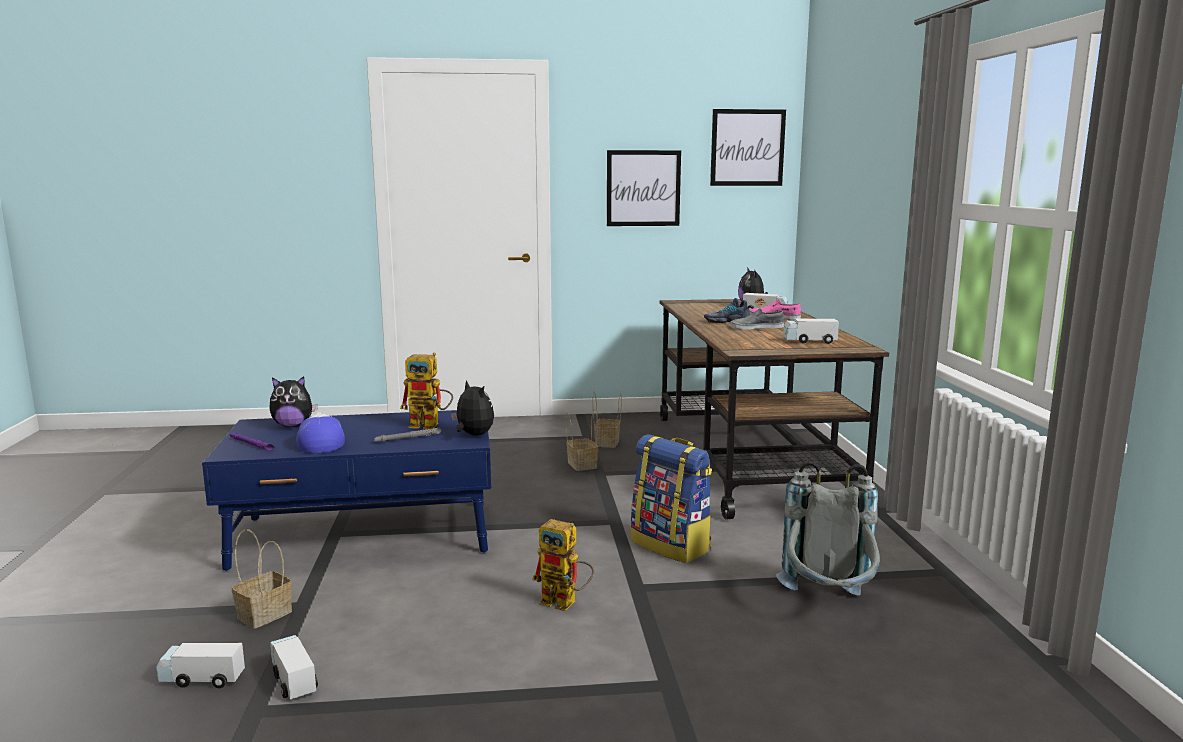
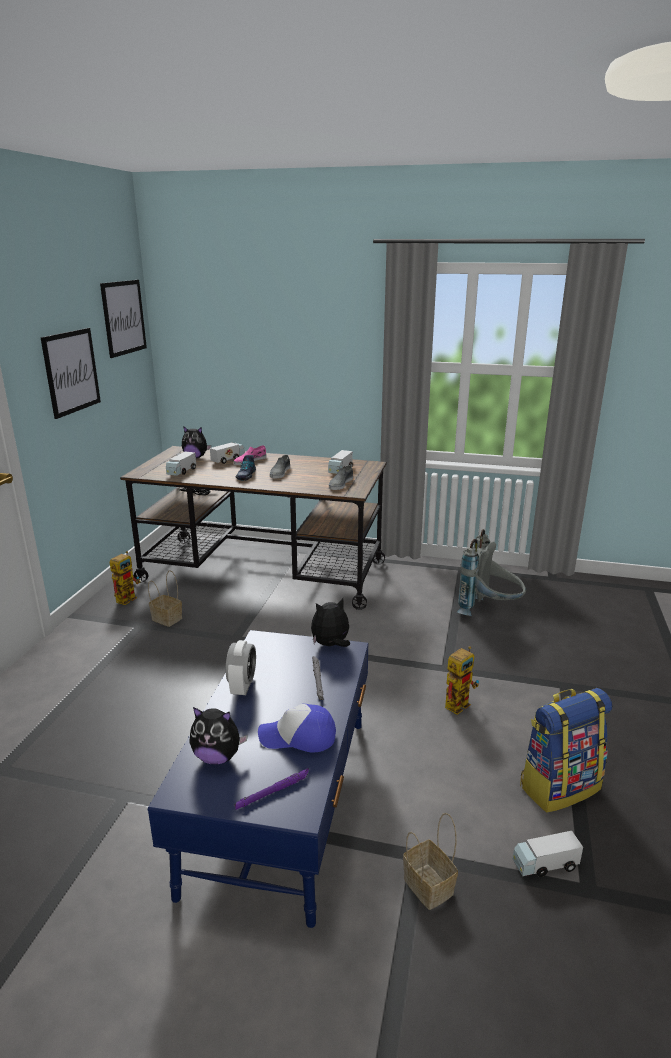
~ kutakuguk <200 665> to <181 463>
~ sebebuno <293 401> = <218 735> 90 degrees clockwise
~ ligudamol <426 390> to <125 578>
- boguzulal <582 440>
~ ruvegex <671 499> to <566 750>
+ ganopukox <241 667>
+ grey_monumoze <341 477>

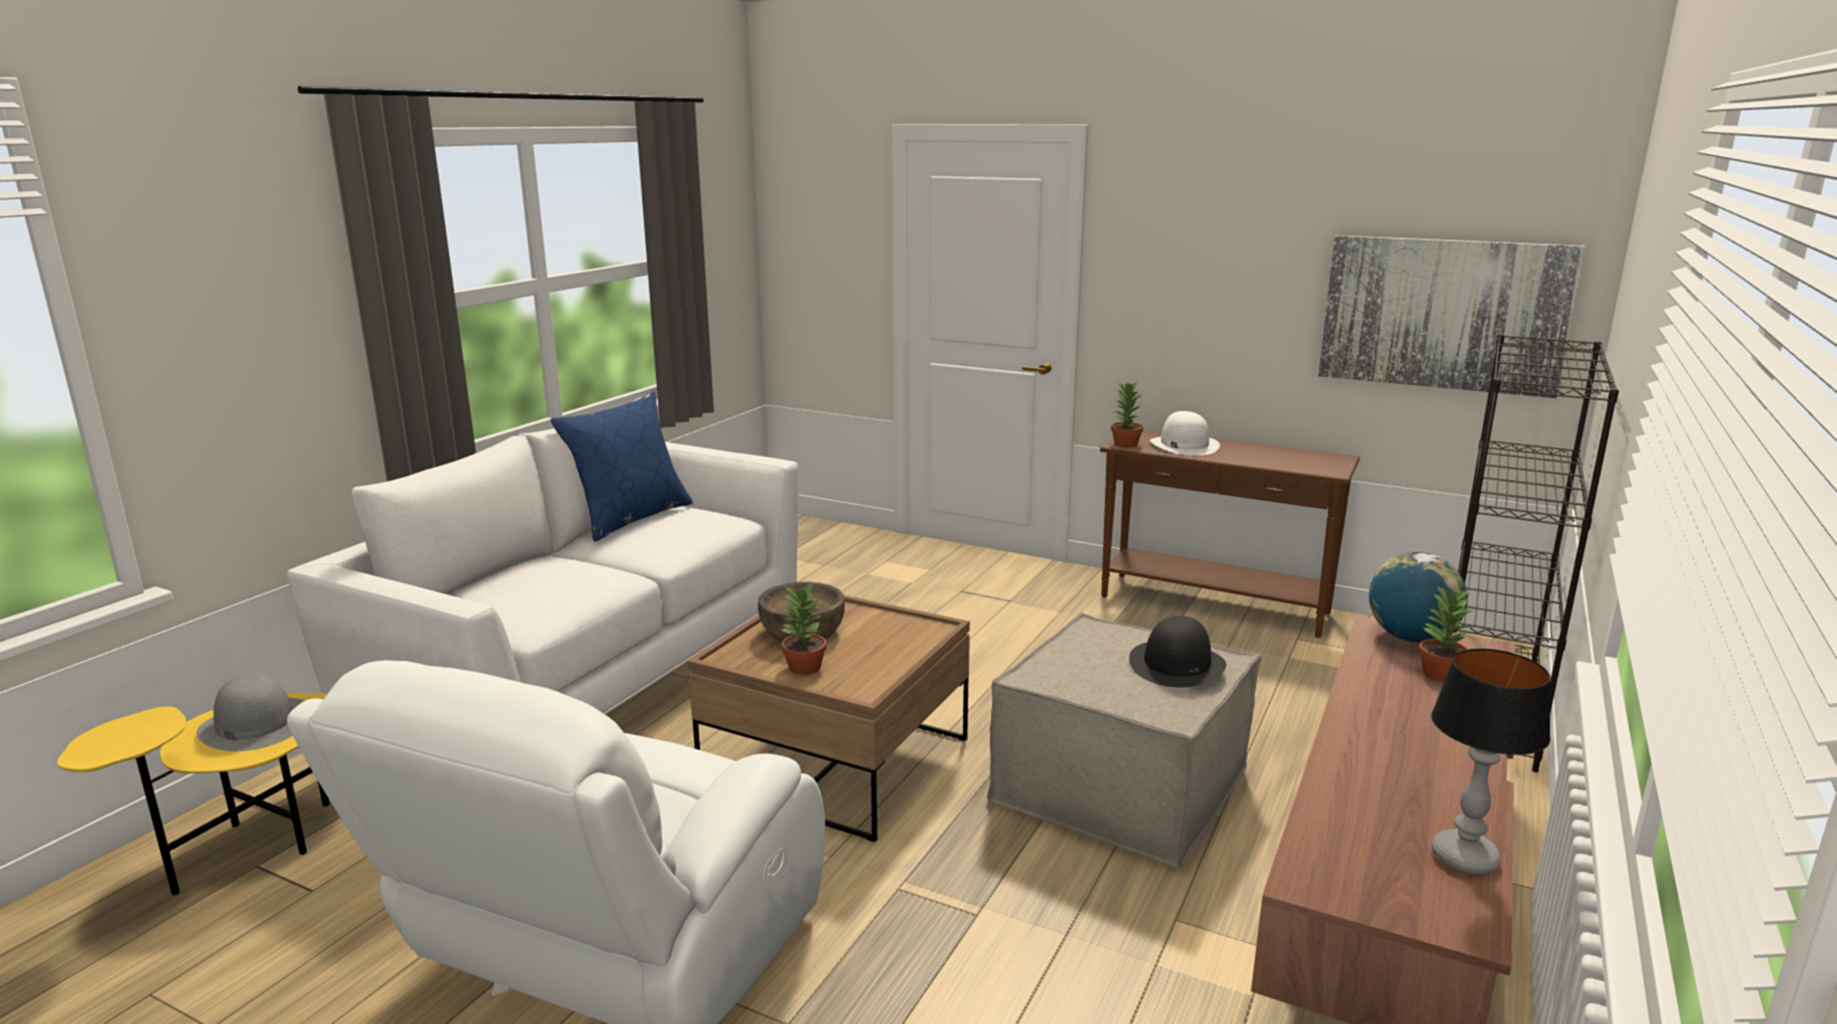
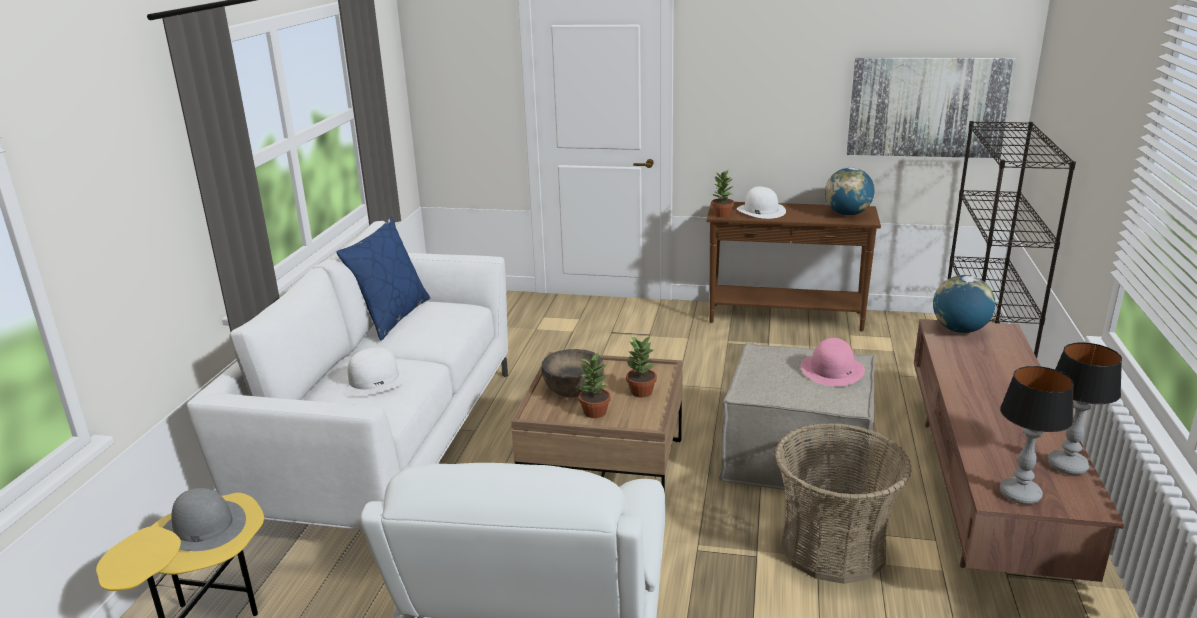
~ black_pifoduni <1177 651> to pink_pifoduni <833 362>
~ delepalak <1447 633> to <641 366>
+ white_pifoduni <374 371>
+ boguzulal <843 503>
+ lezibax <849 191>
+ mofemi <1037 435>

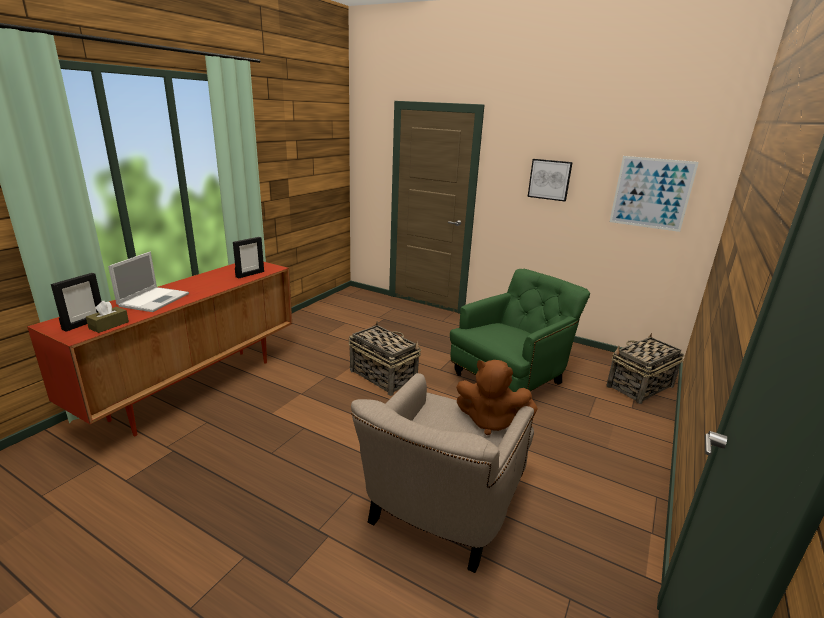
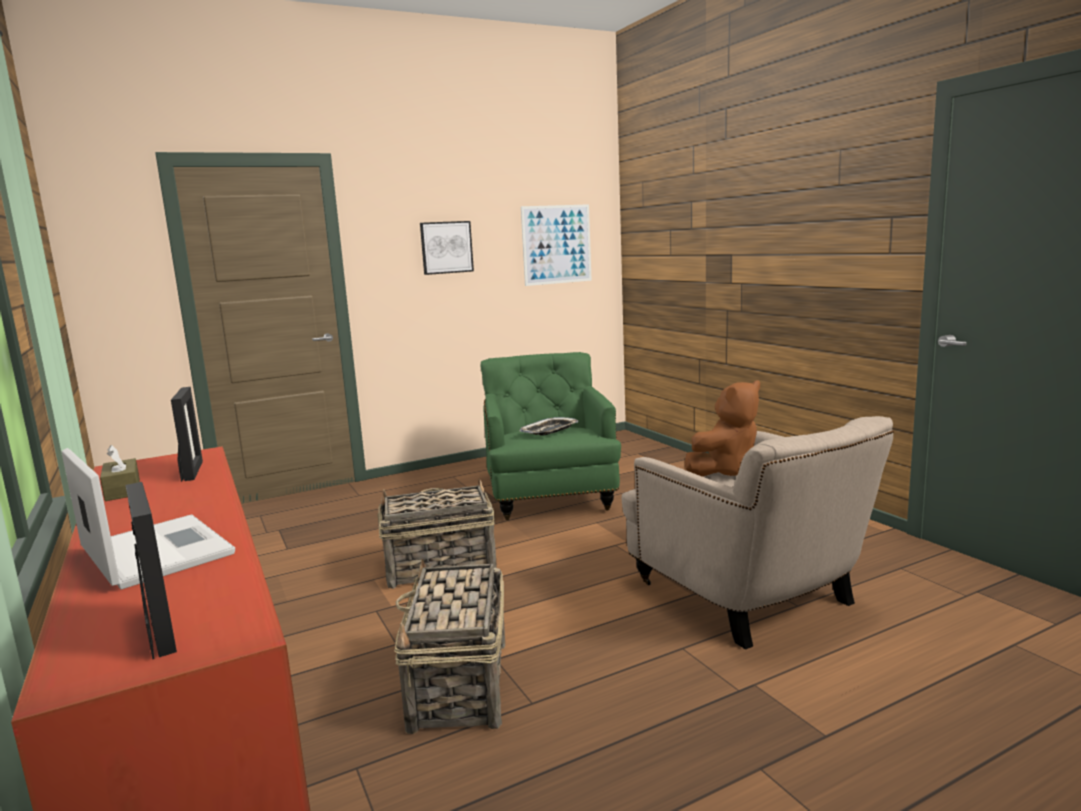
~ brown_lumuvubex <107 317> to <120 473>
~ boguzulal <645 368> to <450 646>
+ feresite <549 426>

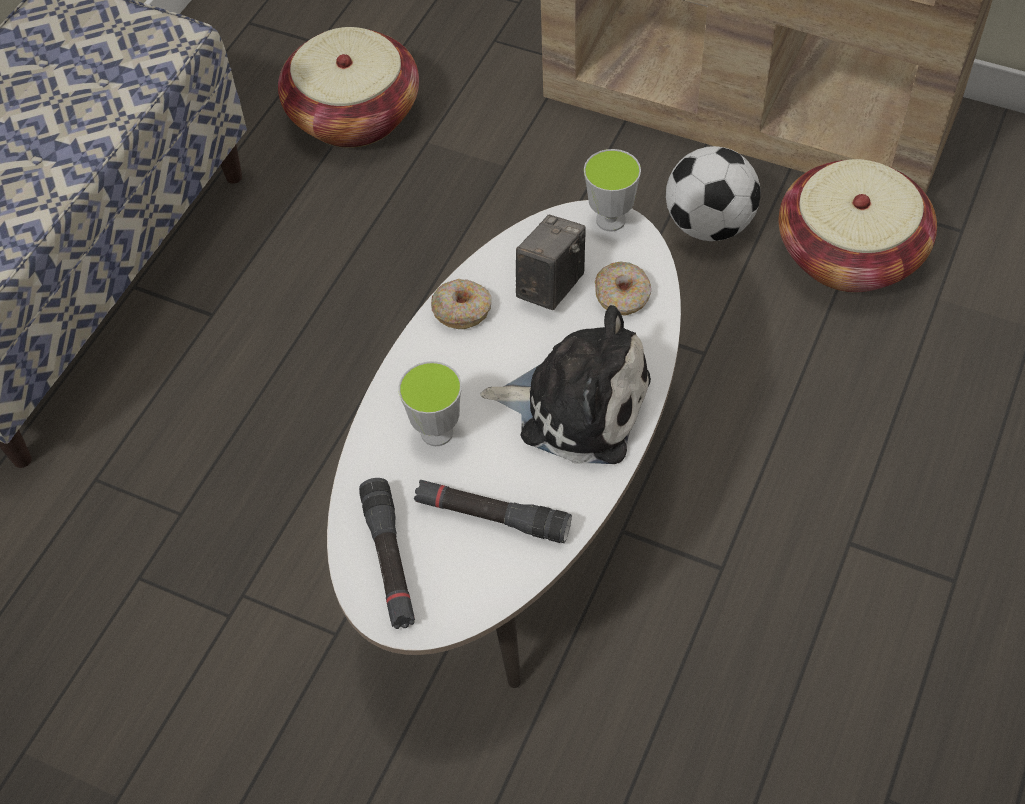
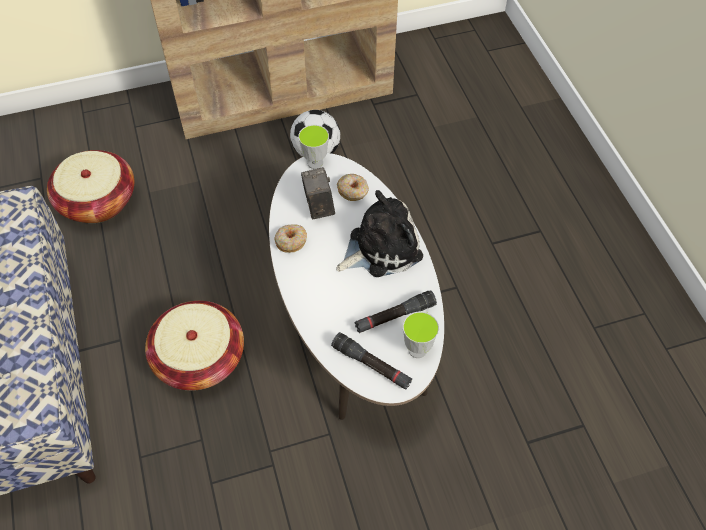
~ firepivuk <430 403> to <421 334>
~ boguzulal <858 225> to <194 346>

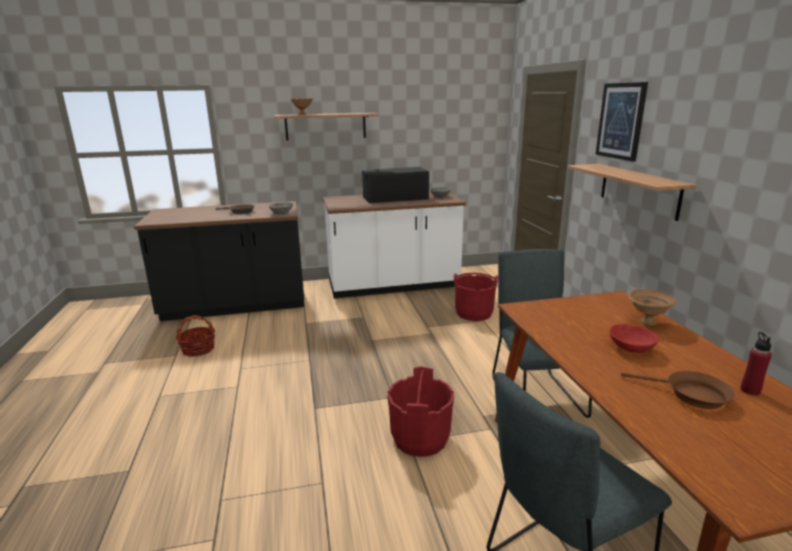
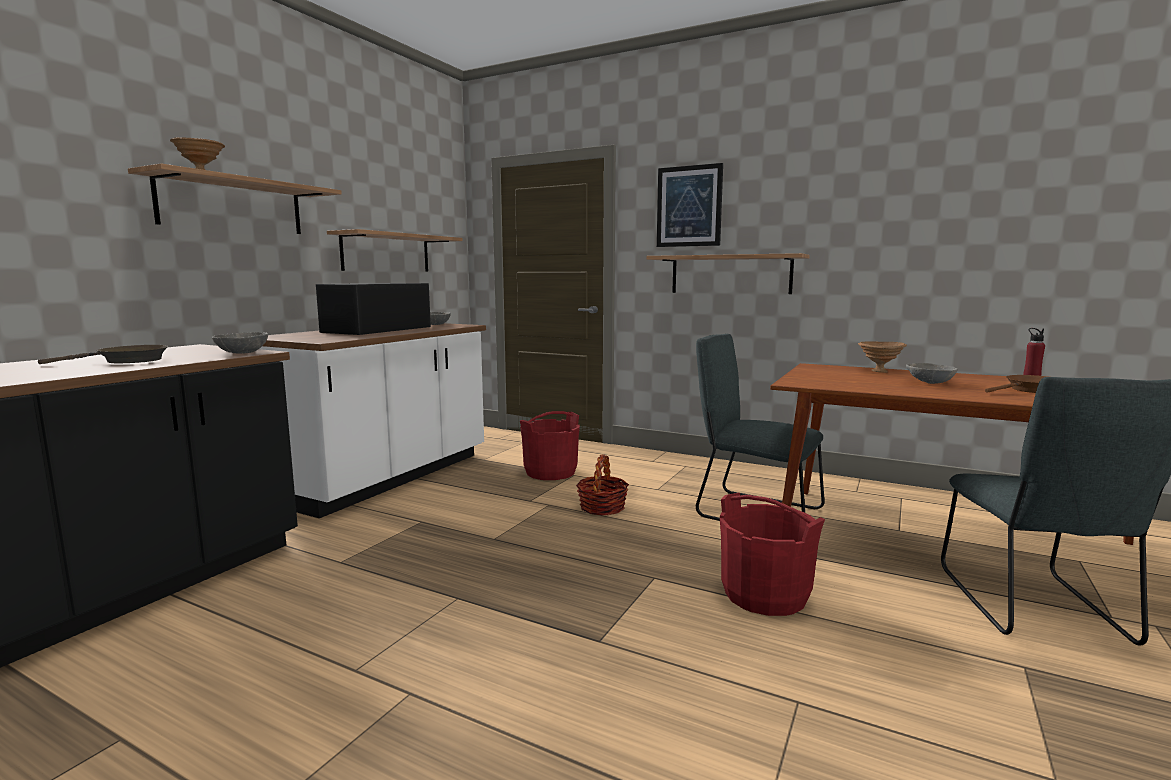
~ boguzulal <195 336> to <602 485>
~ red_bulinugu <634 338> to grey_bulinugu <932 373>
+ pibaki <395 250>

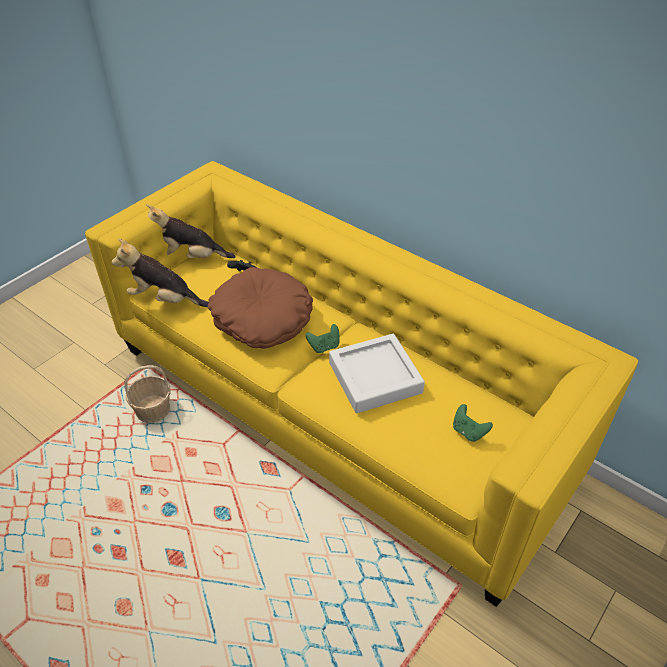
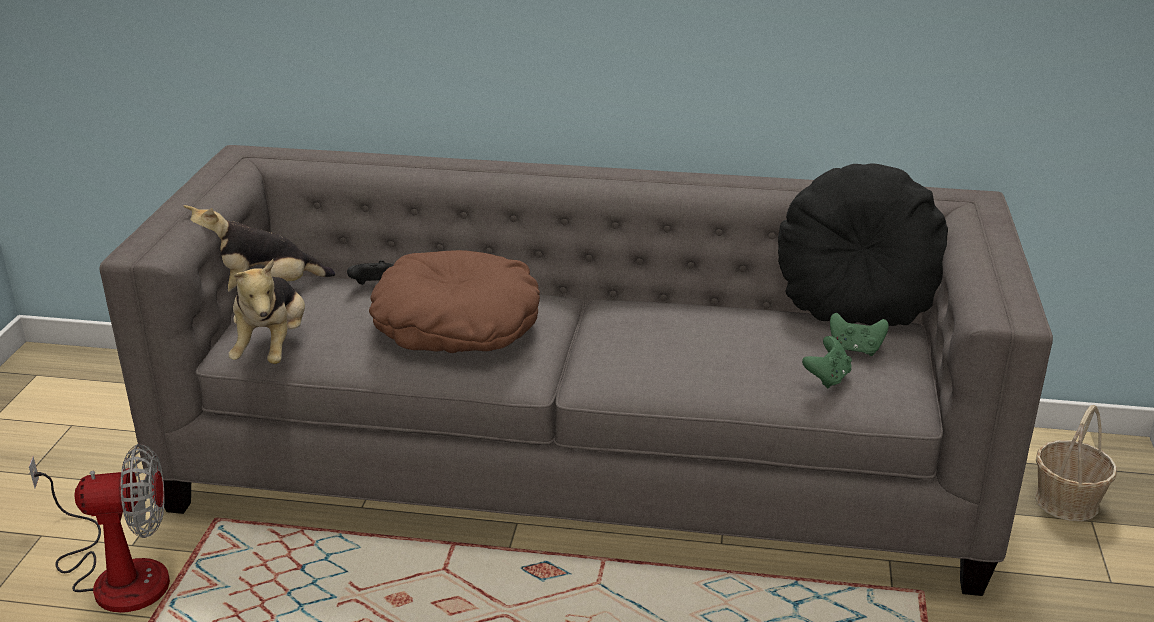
~ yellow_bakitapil <361 384> to grey_bakitapil <576 370>
~ sebebuno <160 272> = <266 311> 75 degrees counterclockwise
~ boguzulal <147 394> to <1076 463>
~ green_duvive <322 338> to <827 362>
- grey_feresite <377 373>
+ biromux <99 528>
+ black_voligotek <863 244>

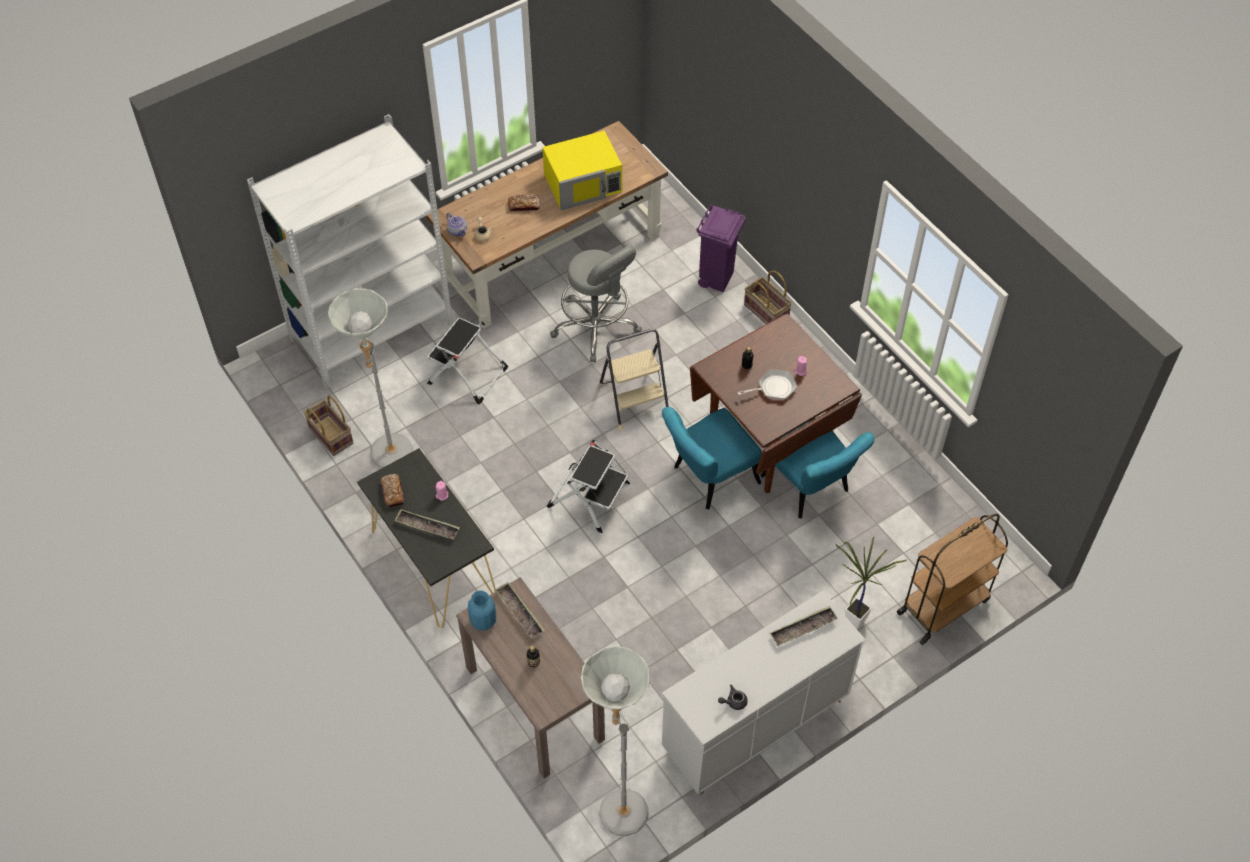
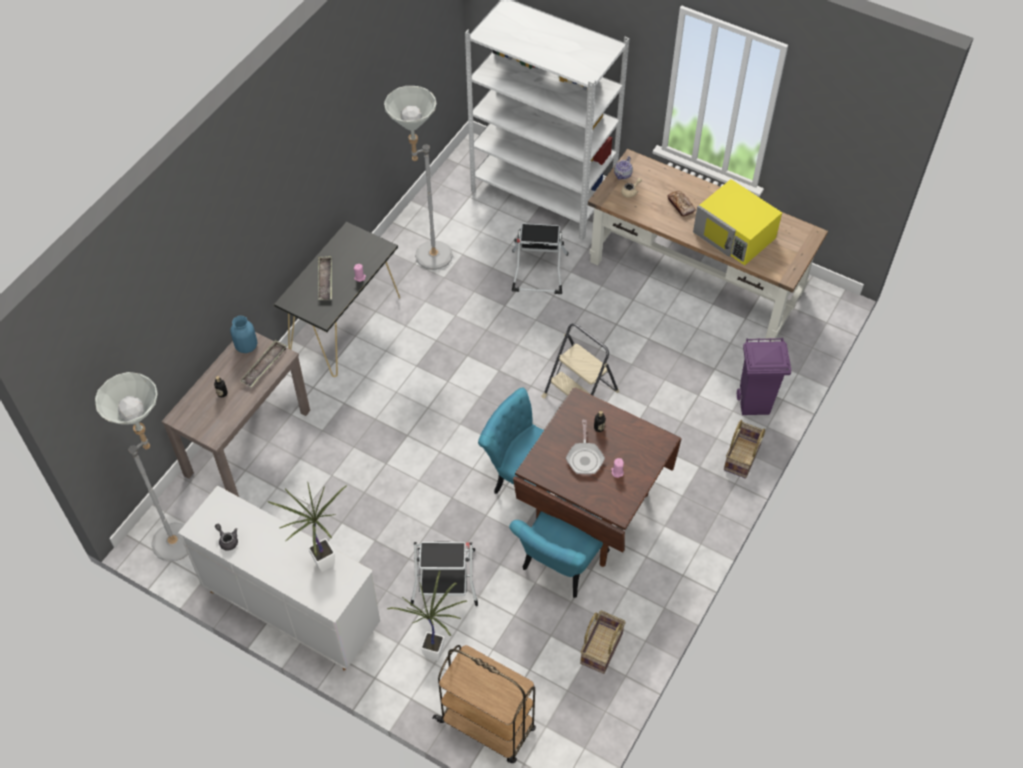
~ boguzulal <328 426> to <603 642>
- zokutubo <392 491>
~ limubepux <588 486> to <444 574>
- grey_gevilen <596 303>
~ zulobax <767 384> = <585 447> 45 degrees clockwise
~ feresite <804 626> to delepalak <307 527>

